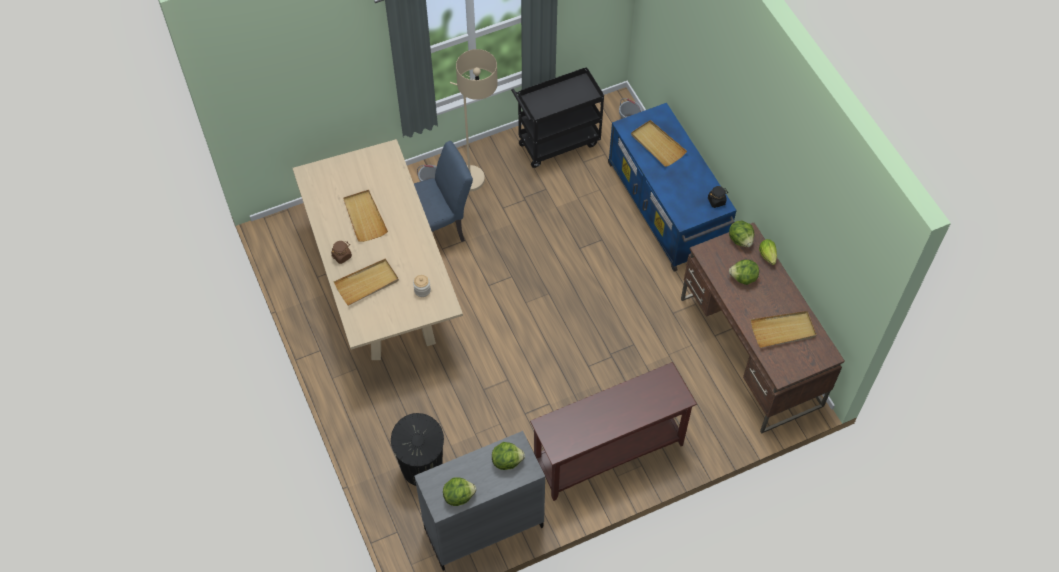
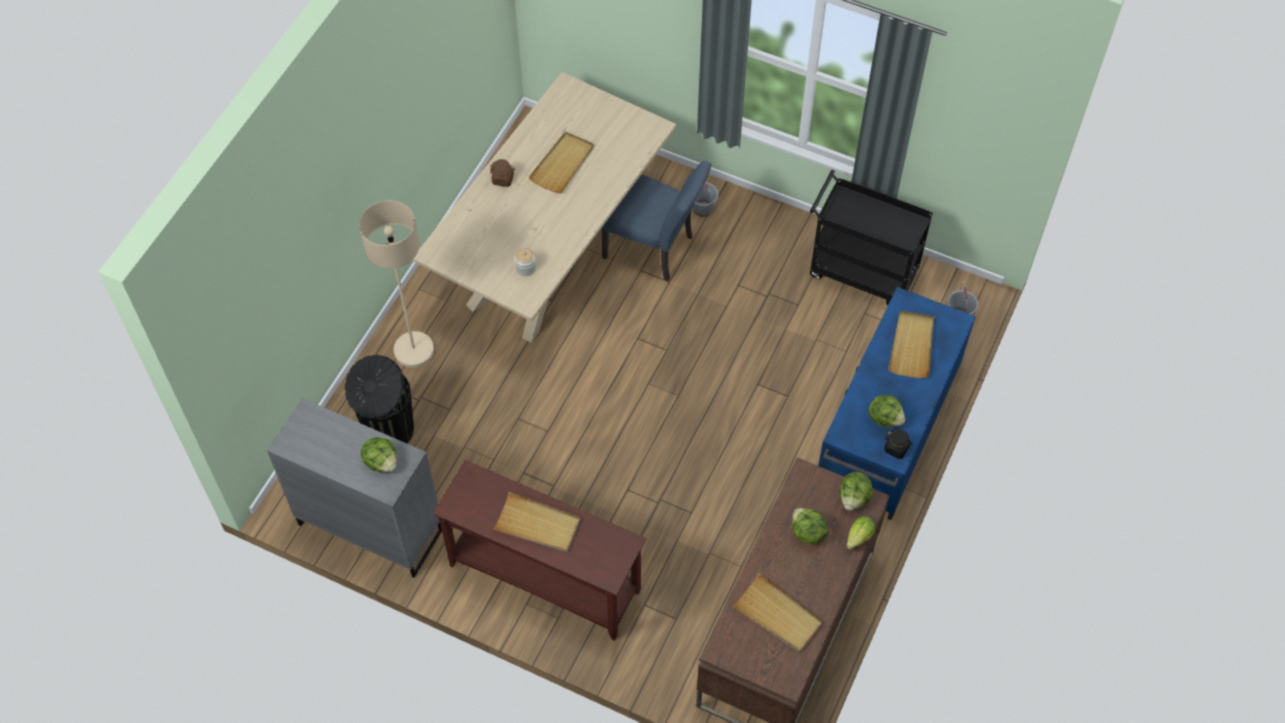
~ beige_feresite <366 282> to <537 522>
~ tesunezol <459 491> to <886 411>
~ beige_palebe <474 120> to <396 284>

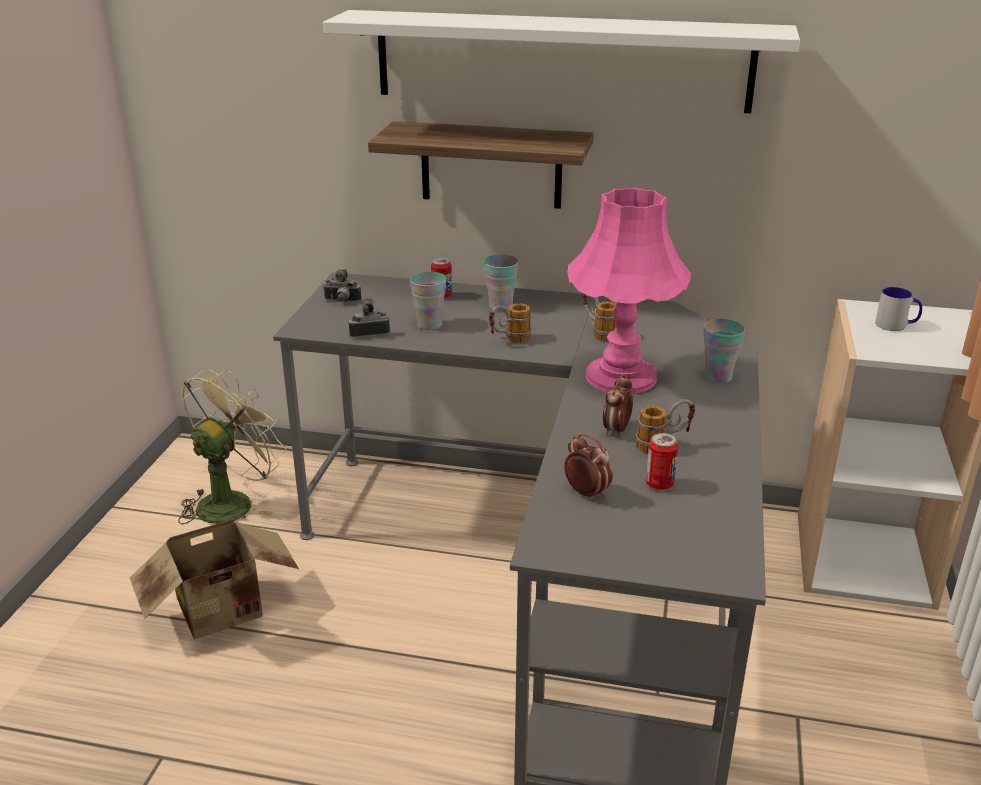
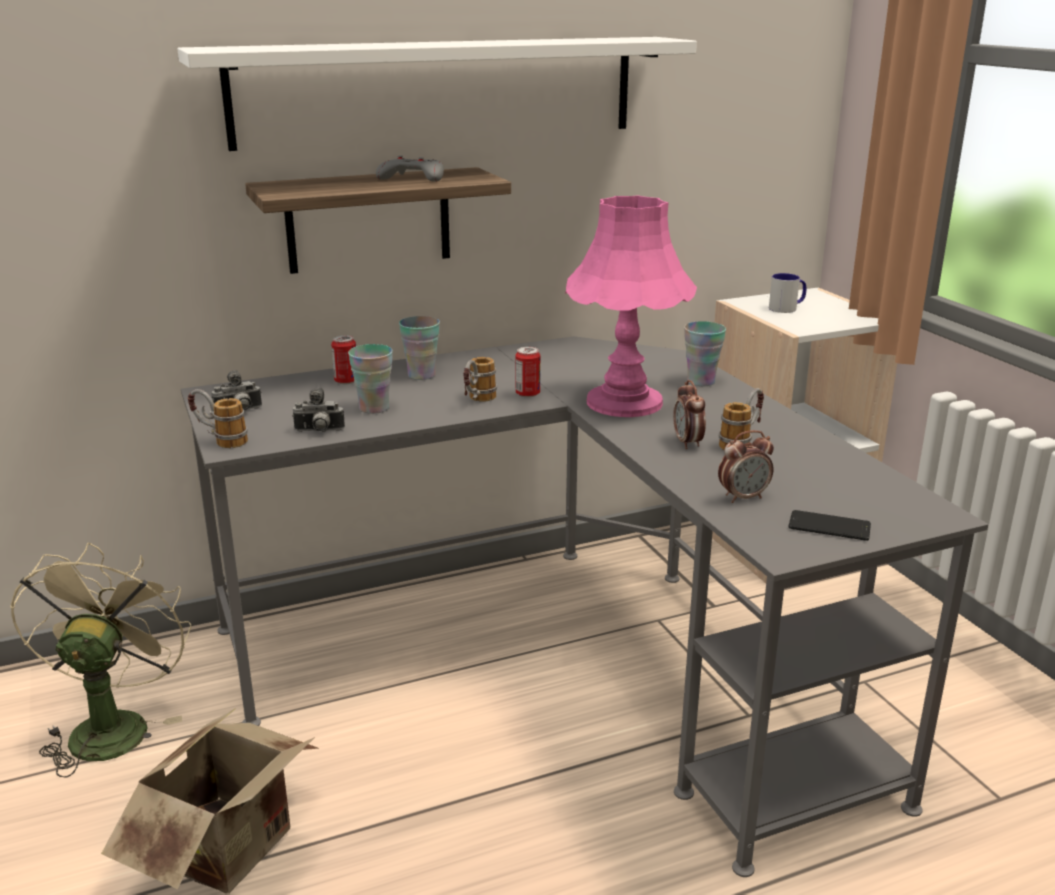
~ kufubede <369 319> = <318 410> 135 degrees counterclockwise
~ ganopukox <588 467> = <746 466> 150 degrees clockwise
~ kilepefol <600 317> to <218 418>
~ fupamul <662 461> to <528 372>
+ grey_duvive <410 168>
+ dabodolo <830 525>

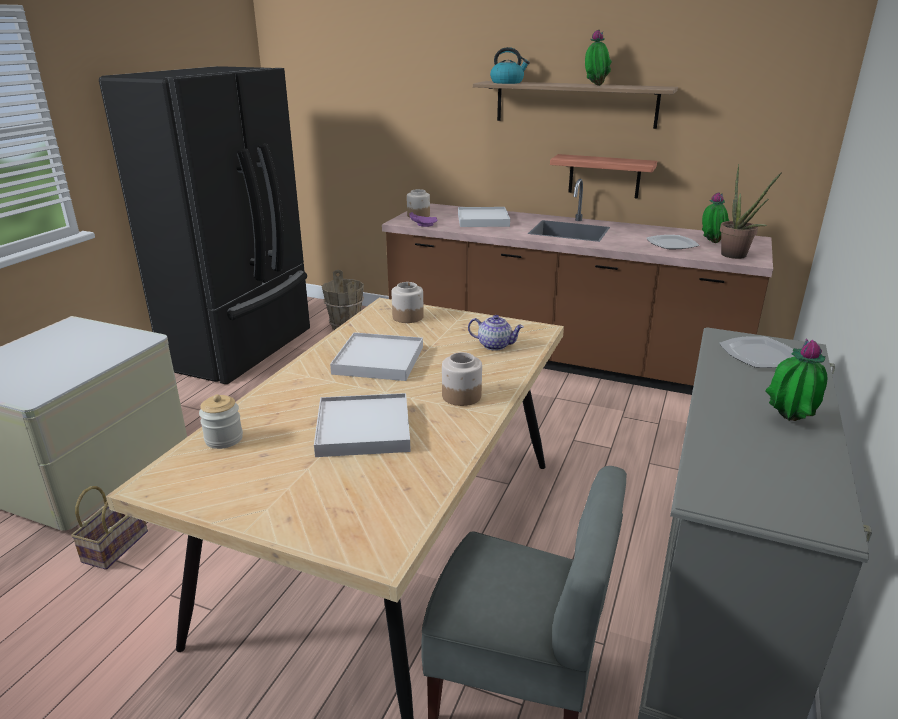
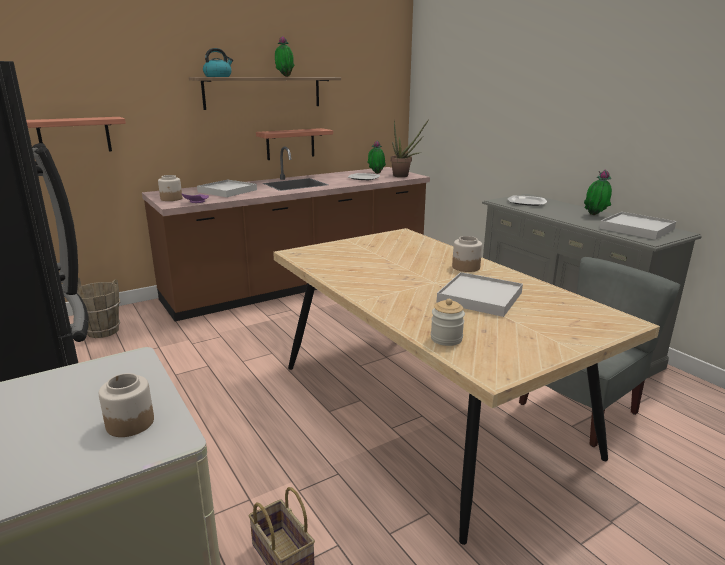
~ white_feresite <376 356> to <637 226>
~ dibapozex <407 302> to <126 405>
- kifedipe <496 333>
+ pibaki <76 134>

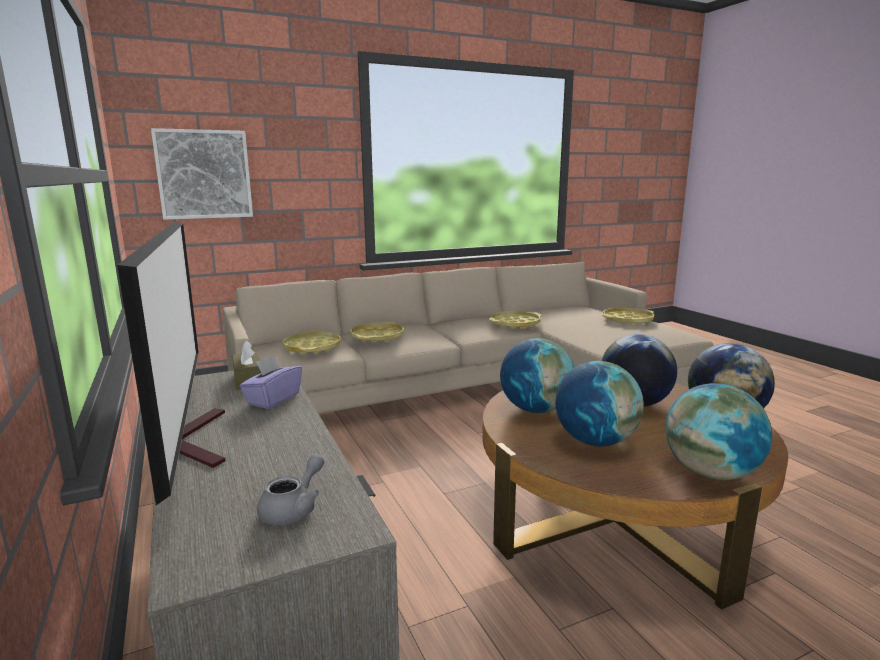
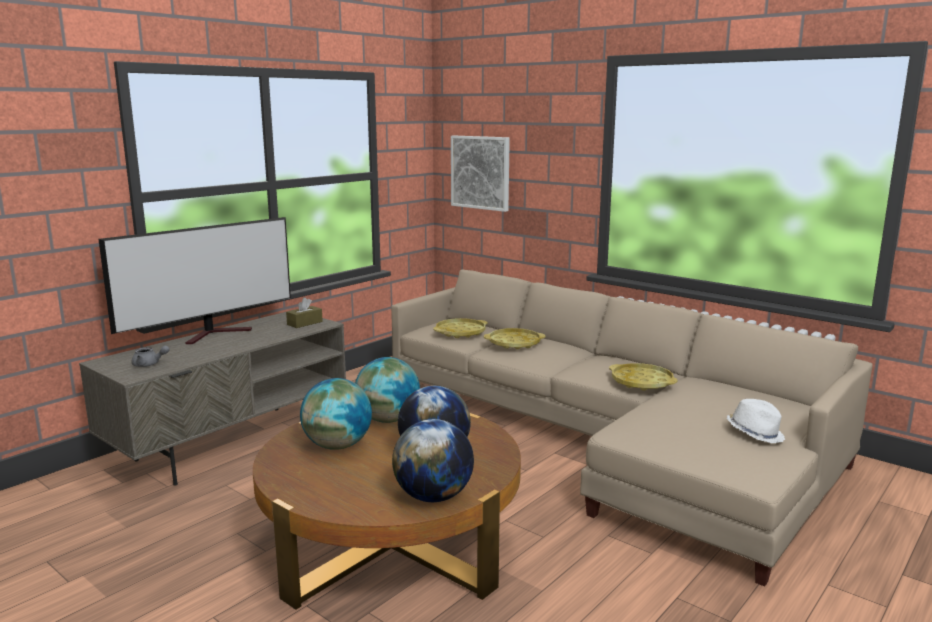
- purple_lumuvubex <270 382>
~ yellow_feresite <628 316> to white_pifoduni <756 421>
- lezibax <719 431>

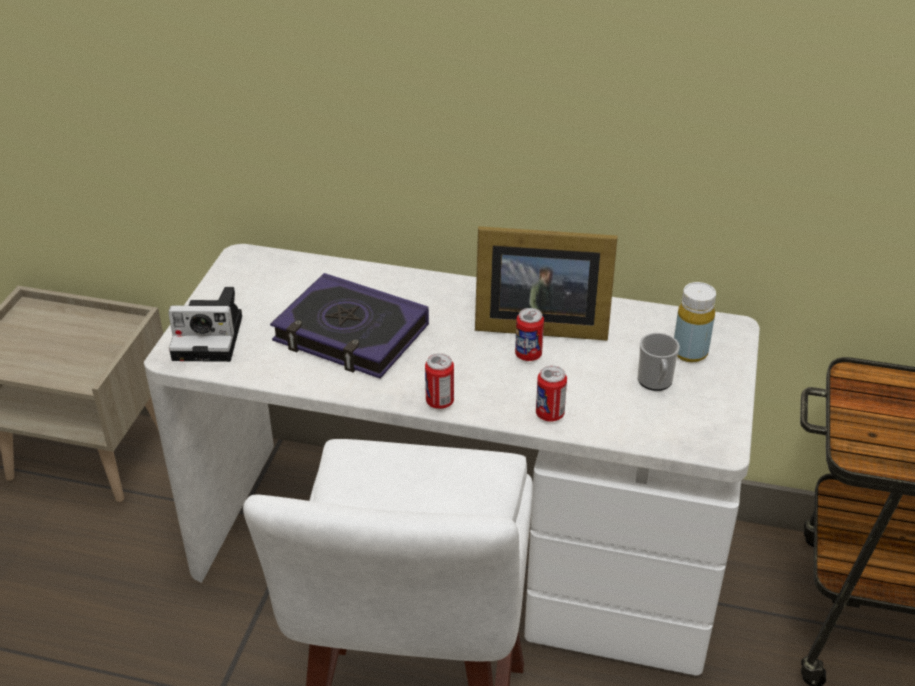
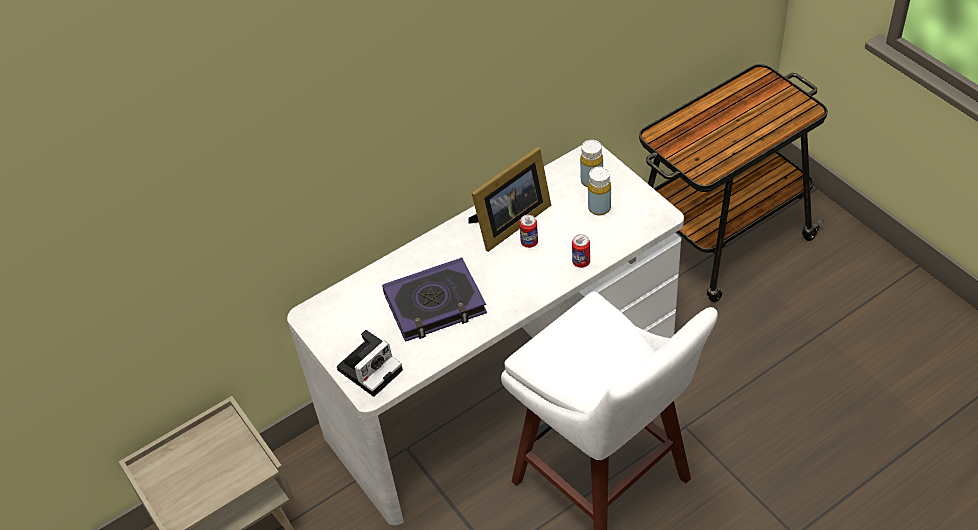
- fupamul <439 381>
~ kilepefol <658 362> to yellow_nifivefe <599 191>

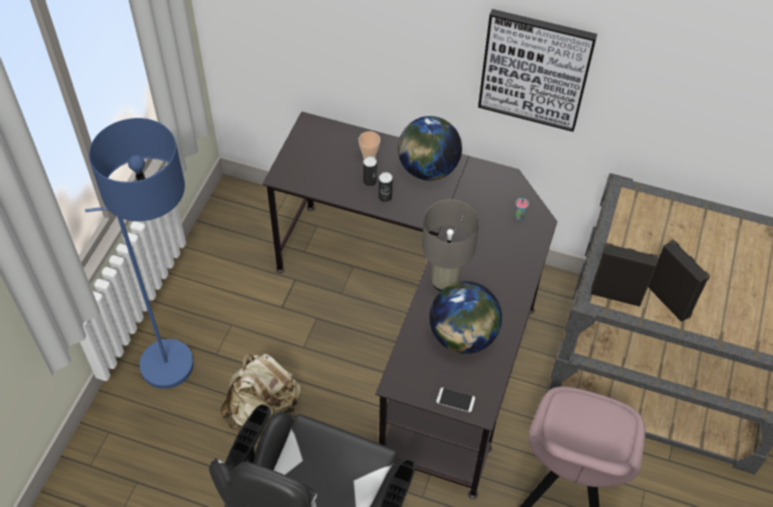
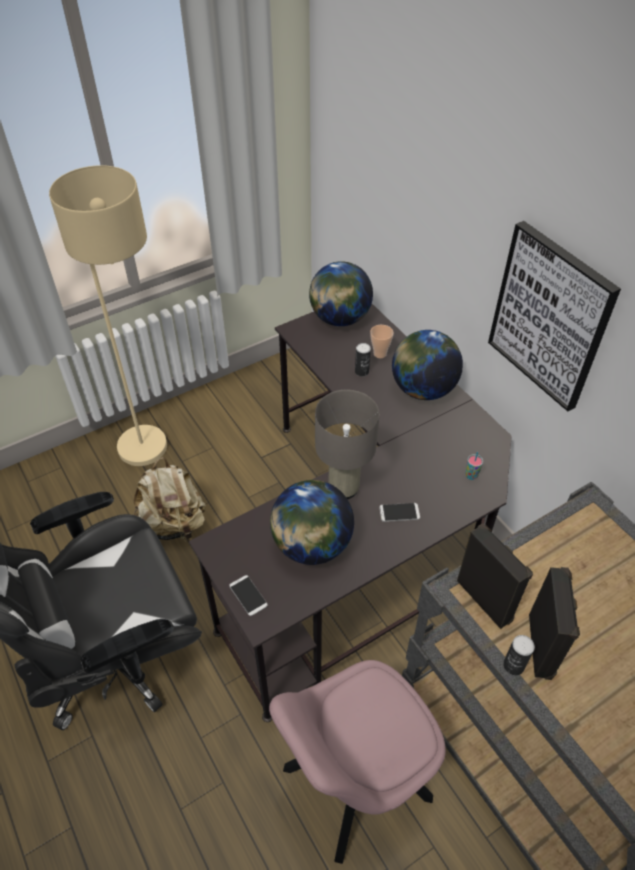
~ blue_palebe <139 253> to beige_palebe <108 315>
~ fupamul <385 187> to <519 655>
+ lezibax <341 293>
+ dabodolo <399 512>

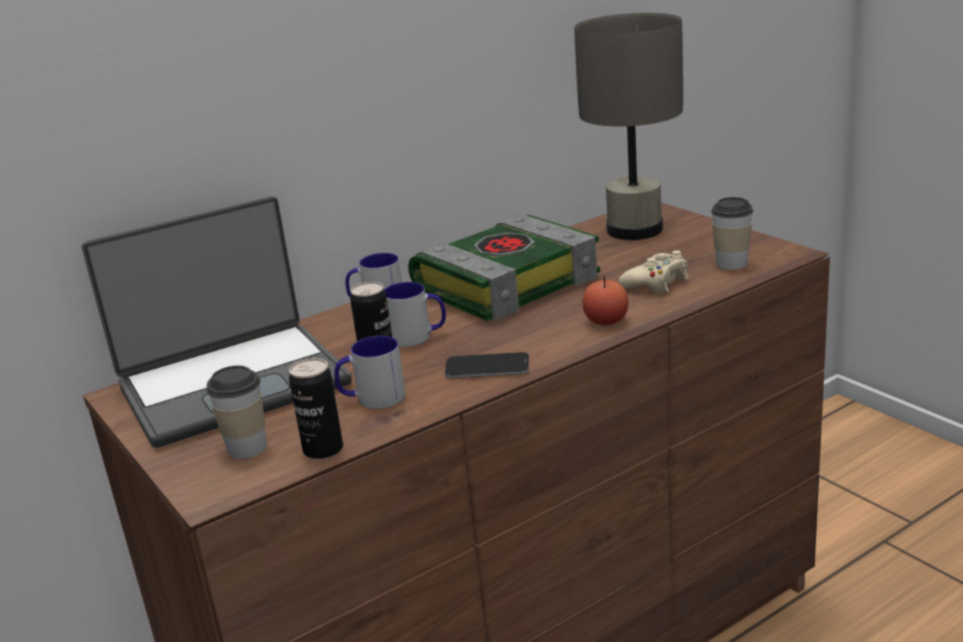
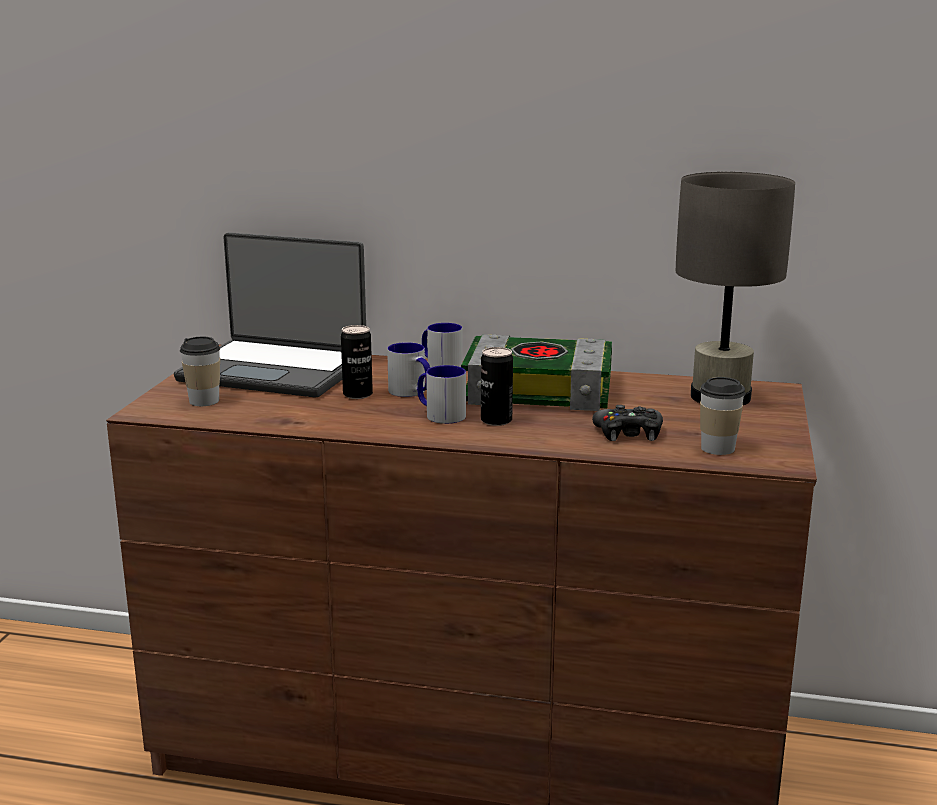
~ fupamul <316 408> to <497 386>
~ kilepefol <369 372> to <441 394>
- dabodolo <487 365>
- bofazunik <605 300>
~ beige_duvive <653 272> to black_duvive <627 423>

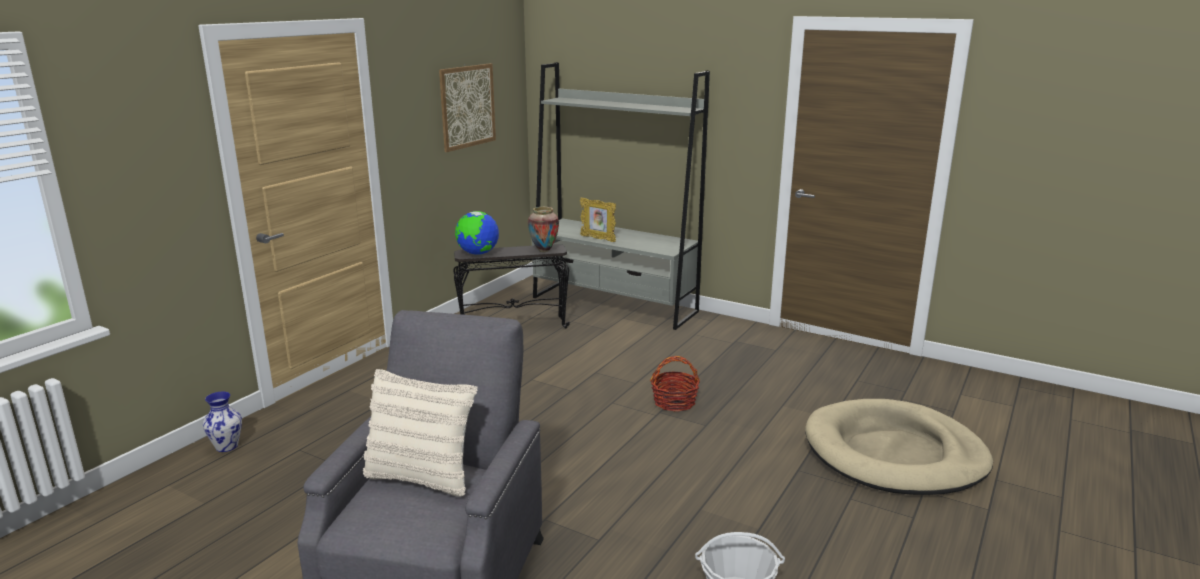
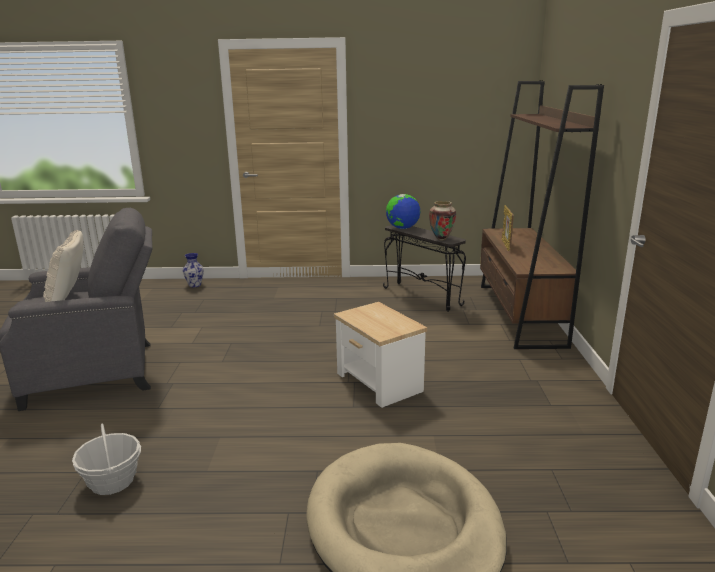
- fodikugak <467 107>
~ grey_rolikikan <621 196> to brown_rolikikan <542 214>
~ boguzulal <675 384> to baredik <380 355>

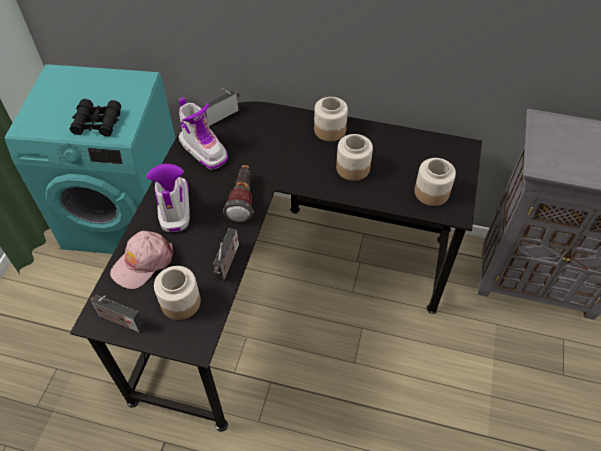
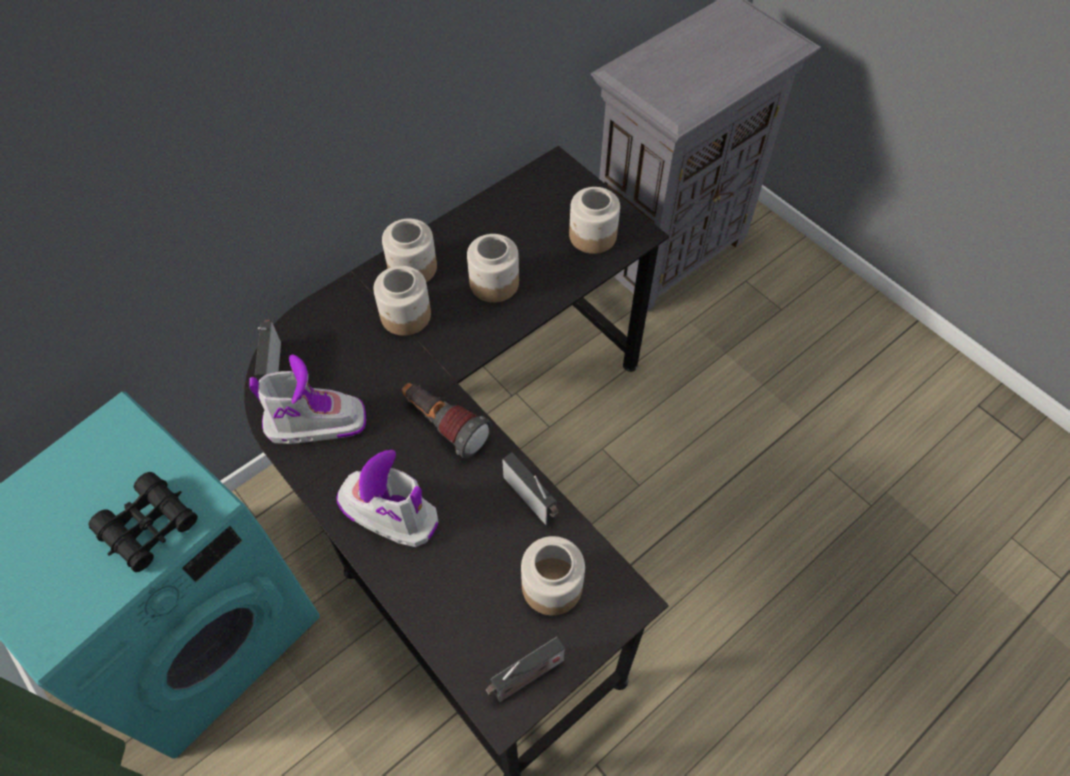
- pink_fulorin <141 259>
+ dibapozex <402 301>

